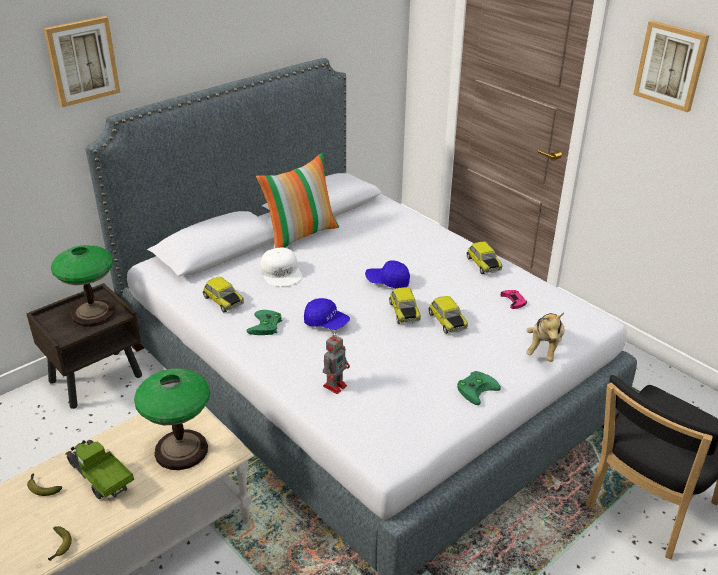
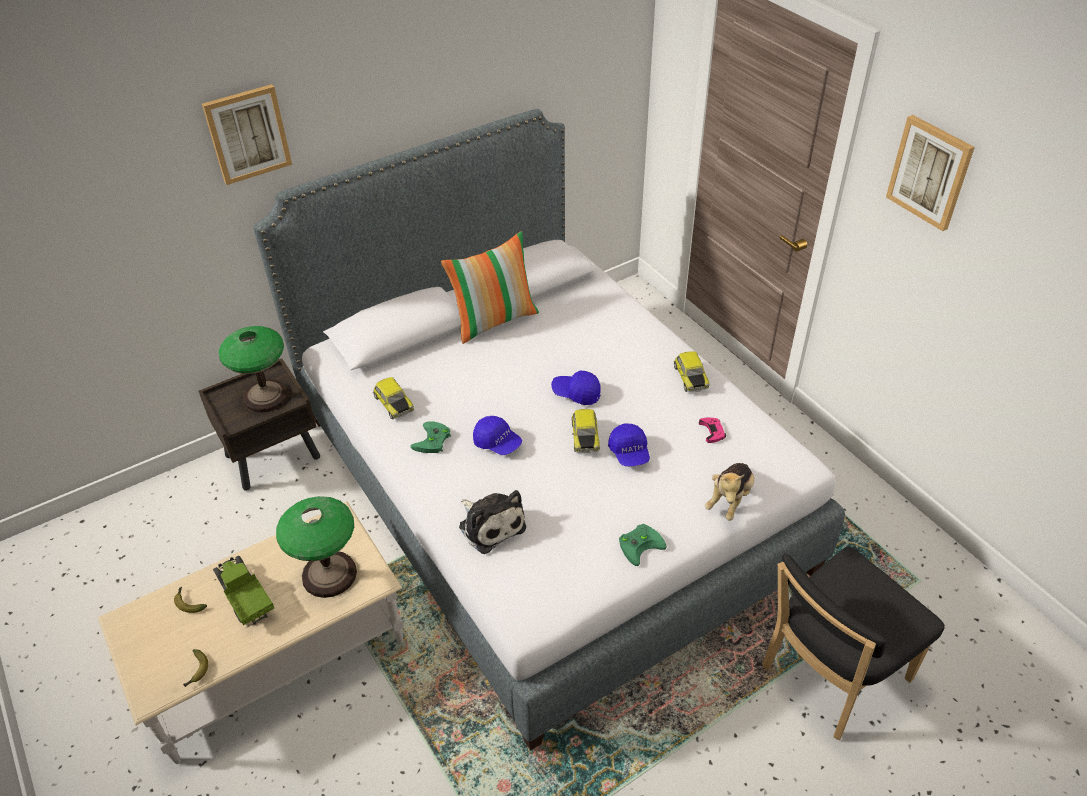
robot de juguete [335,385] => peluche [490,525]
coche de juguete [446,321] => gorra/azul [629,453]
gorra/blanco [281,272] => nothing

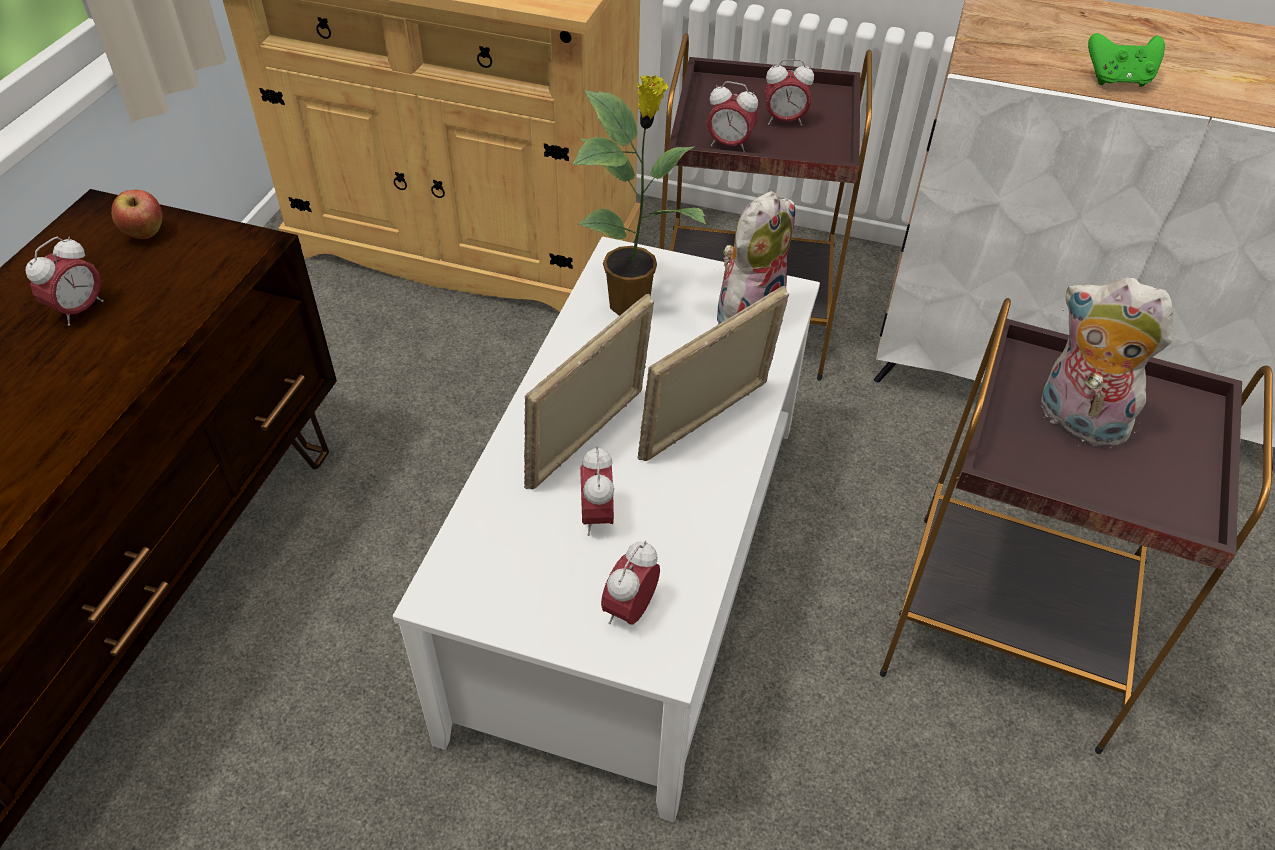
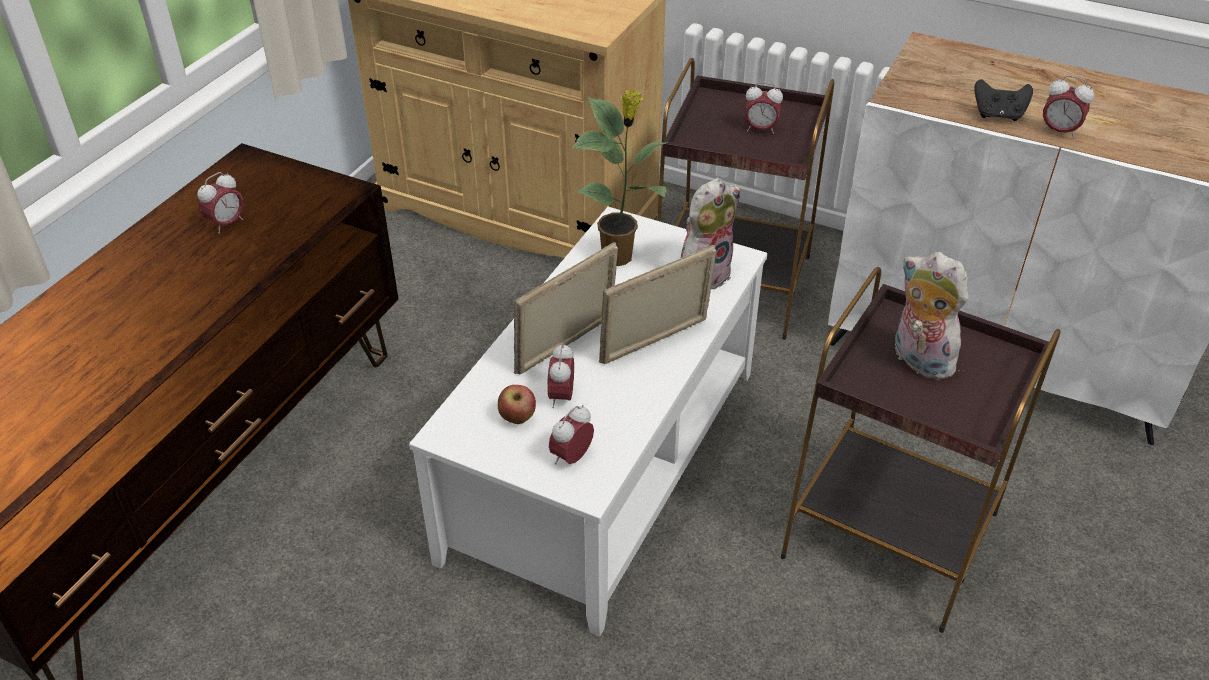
manzana [145,234] => manzana [517,419], shifted
mando de consola/verde [1118,80] => mando de consola/negro [998,115]
despertador [729,145] => despertador [1059,131], shifted

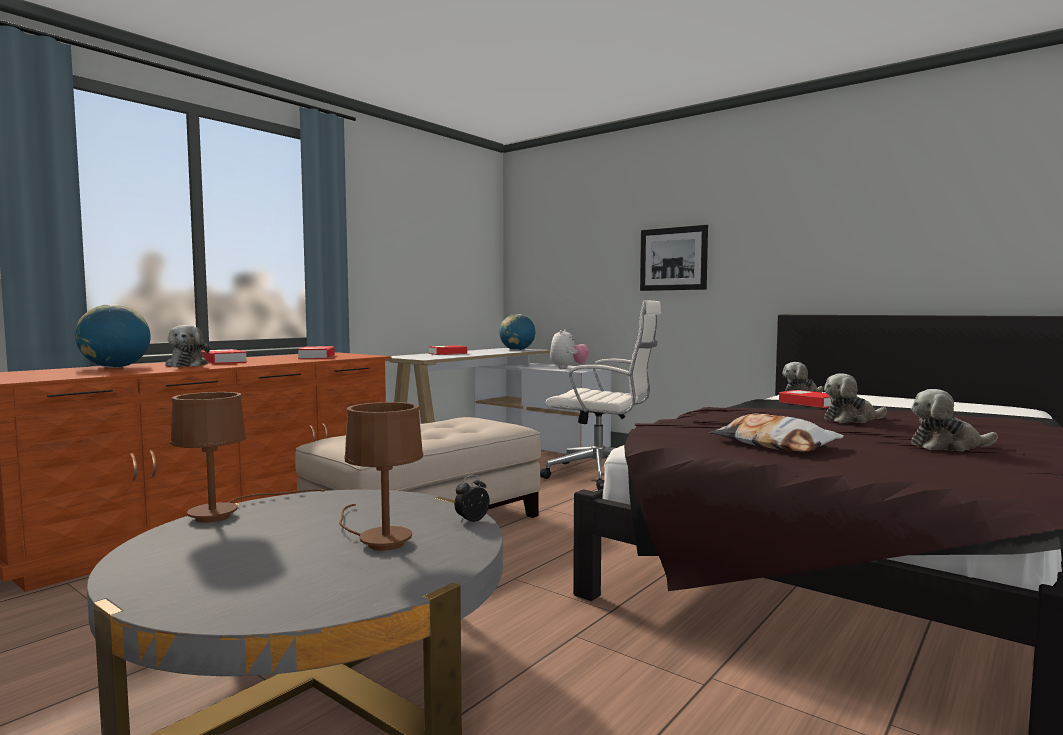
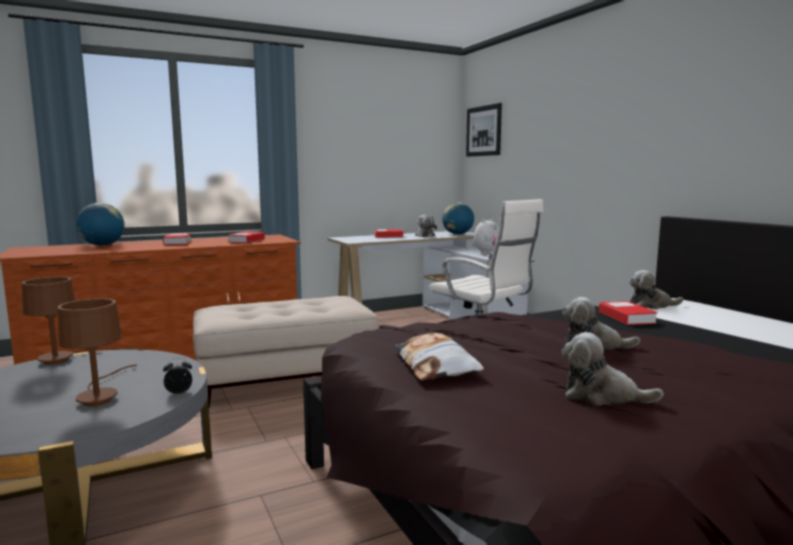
peluche [187,365] => peluche [425,235], shifted
cuadro [673,259] => cuadro [483,131], shifted

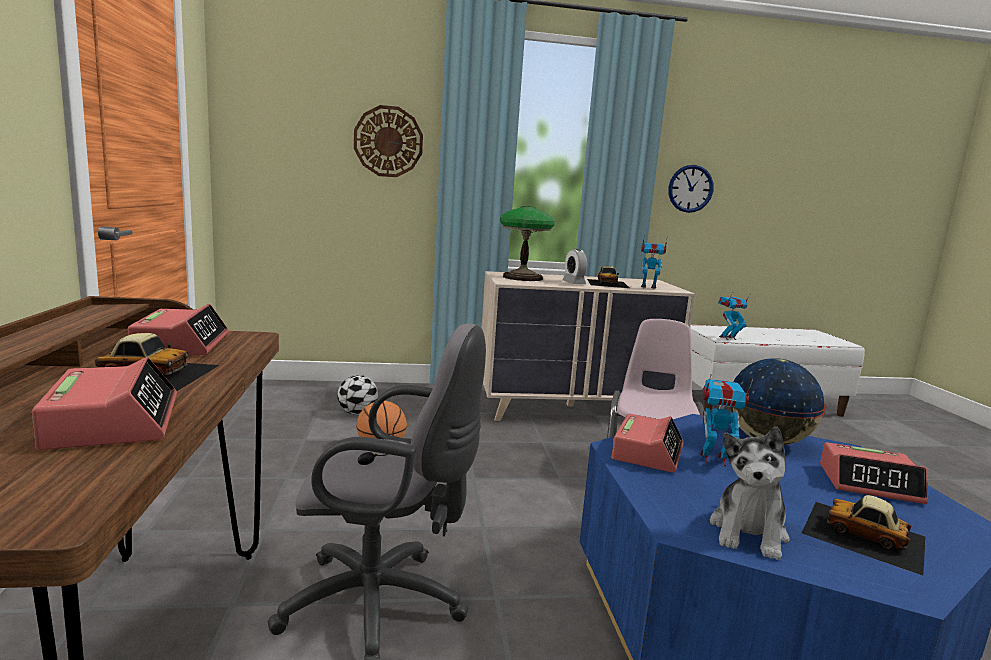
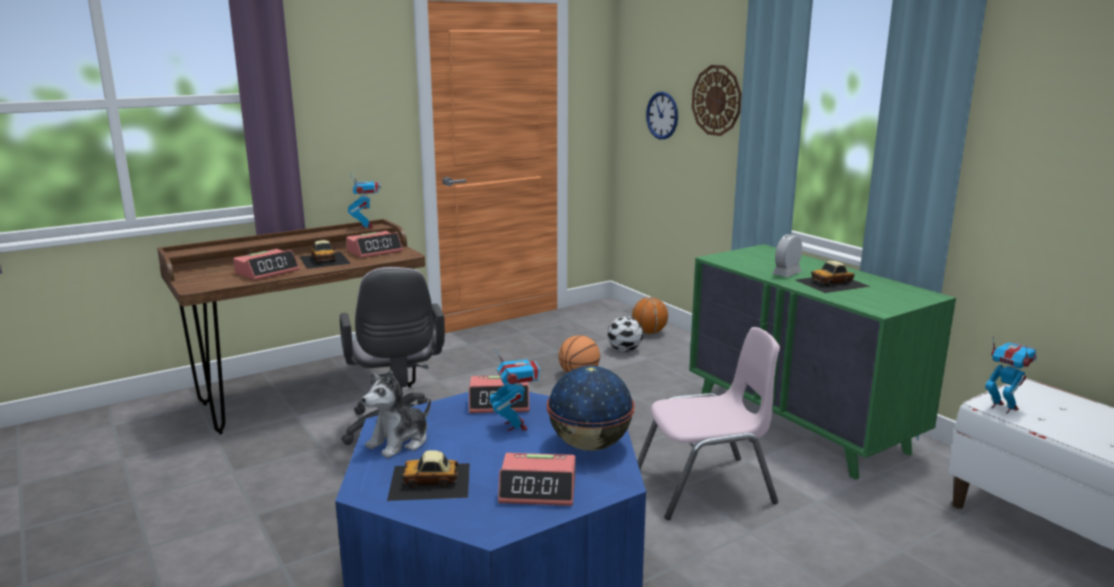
robot de juguete [648,288] => robot de juguete [366,227], shifted
peluche [748,532] => peluche [399,442], 45 degrees counterclockwise
coche de juguete [864,535] => coche de juguete [430,481], 105 degrees counterclockwise
despertador [870,484] => despertador [538,489], 75 degrees counterclockwise
nothing => balón de baloncesto [649,332]
reloj de pared [690,188] => reloj de pared [662,115], shifted
cómoda/beis [572,409] => cómoda/verde [800,424]
lámpara de mesa [522,277] => nothing

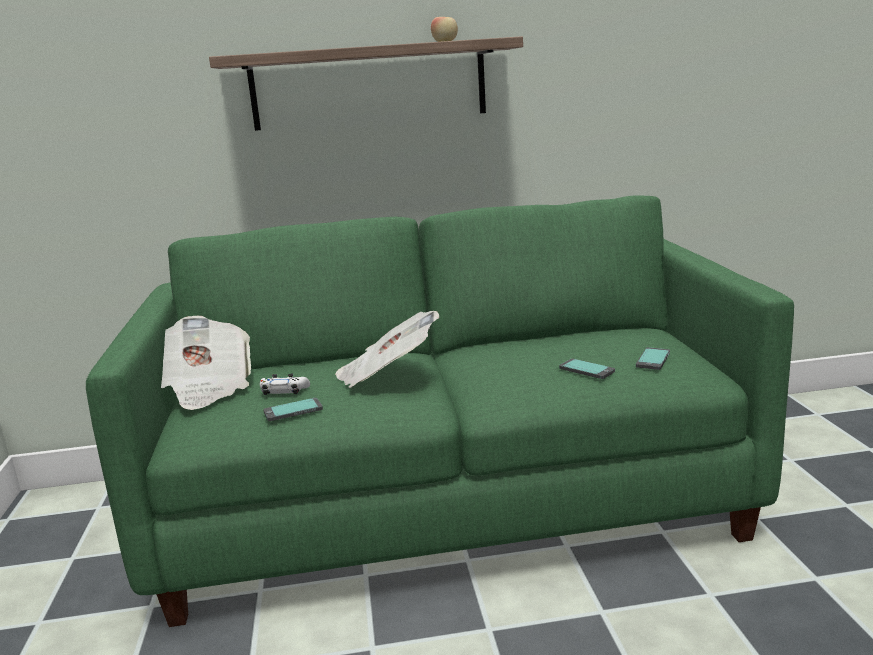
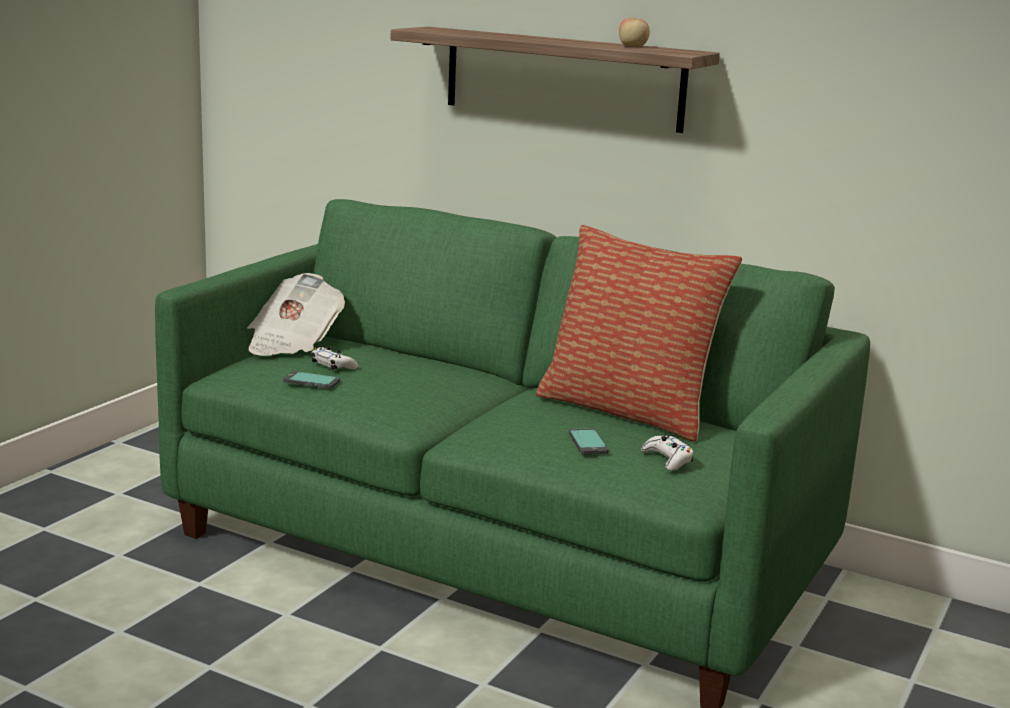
nothing => cojín [628,410]
móvil [653,359] => mando de consola/blanco [667,459]
periódico [387,376] => nothing

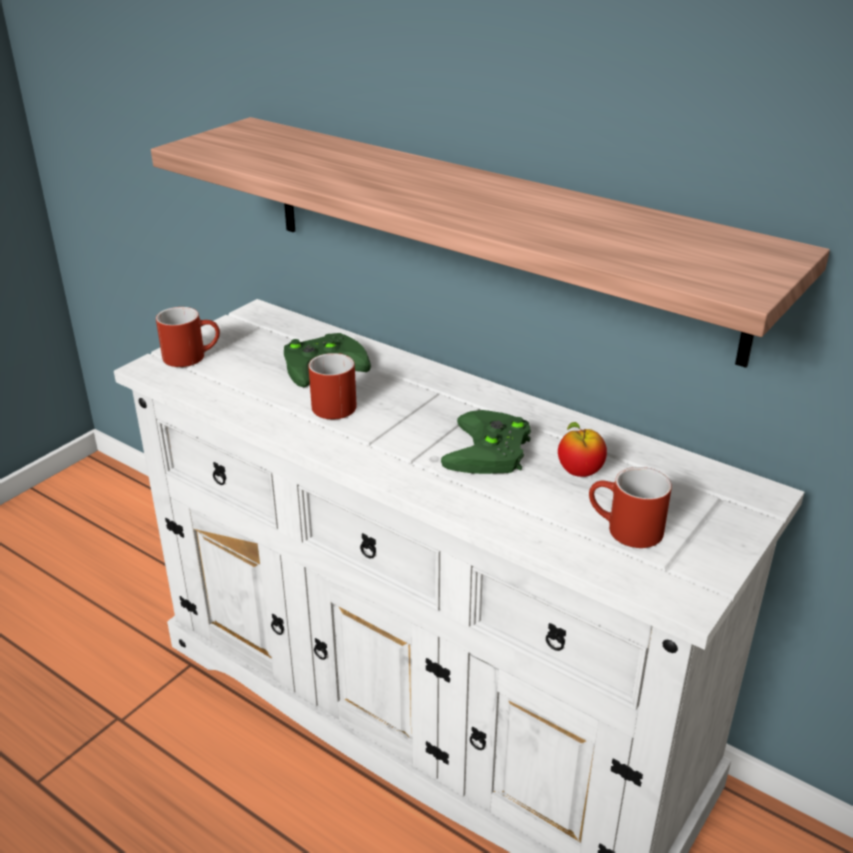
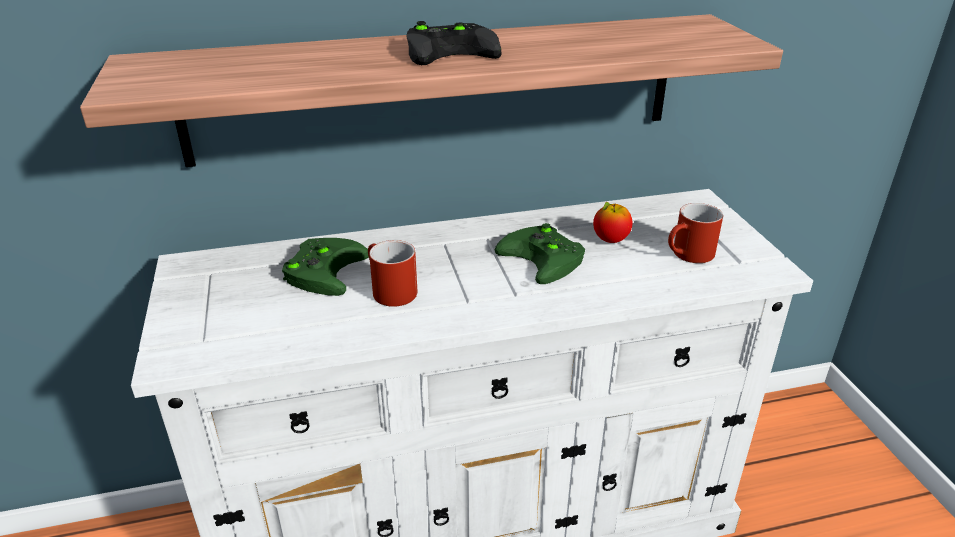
nothing => mando de consola/negro [452,50]
taza grande/rojo [192,356] => nothing

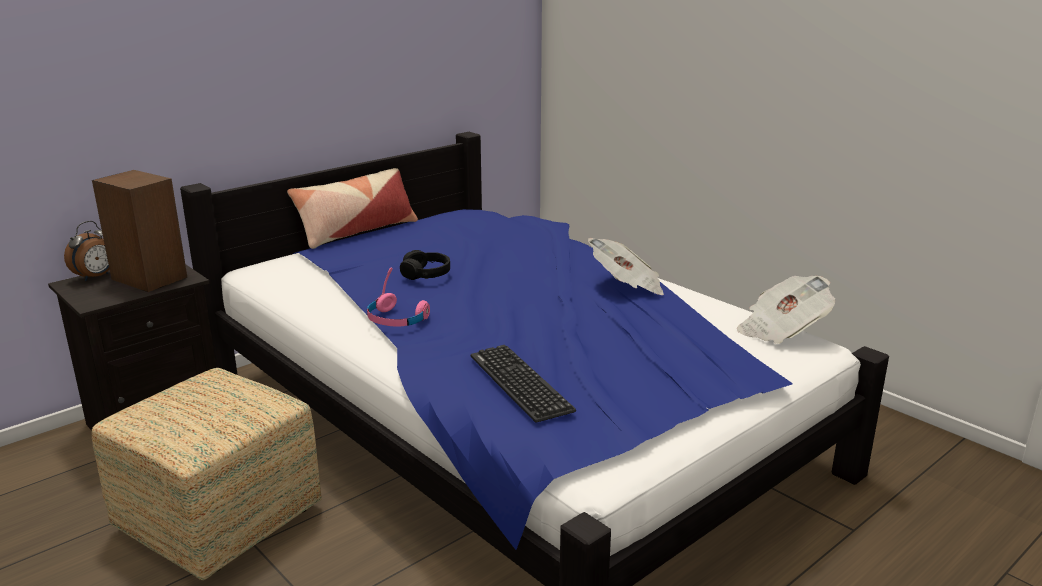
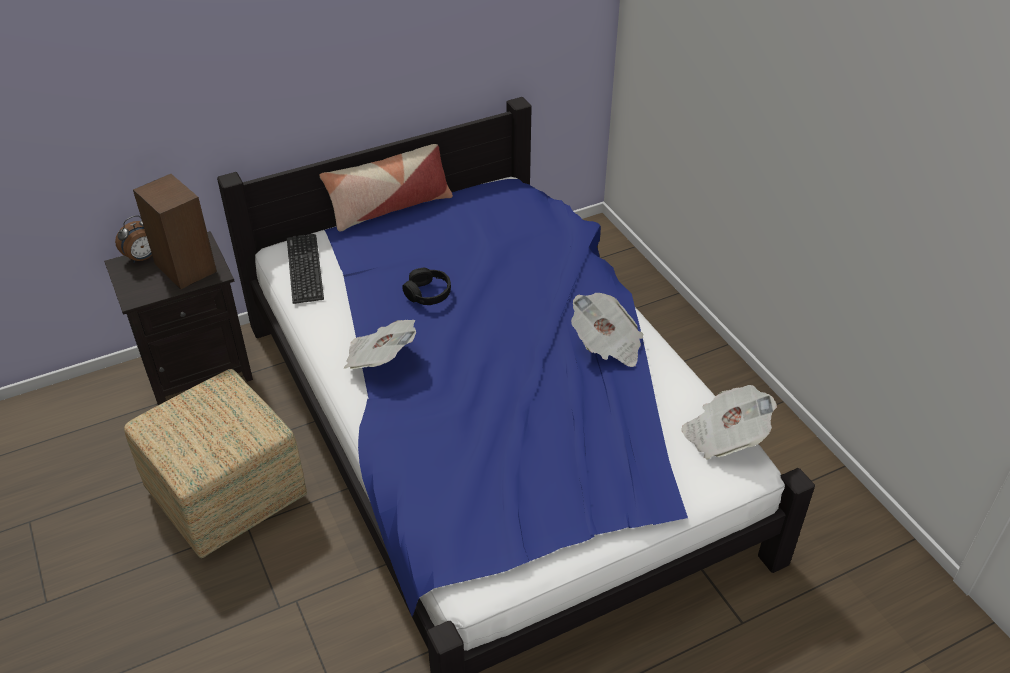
teclado [520,383] => teclado [305,269], shifted
auriculares/rosa [397,320] => periódico [380,359]

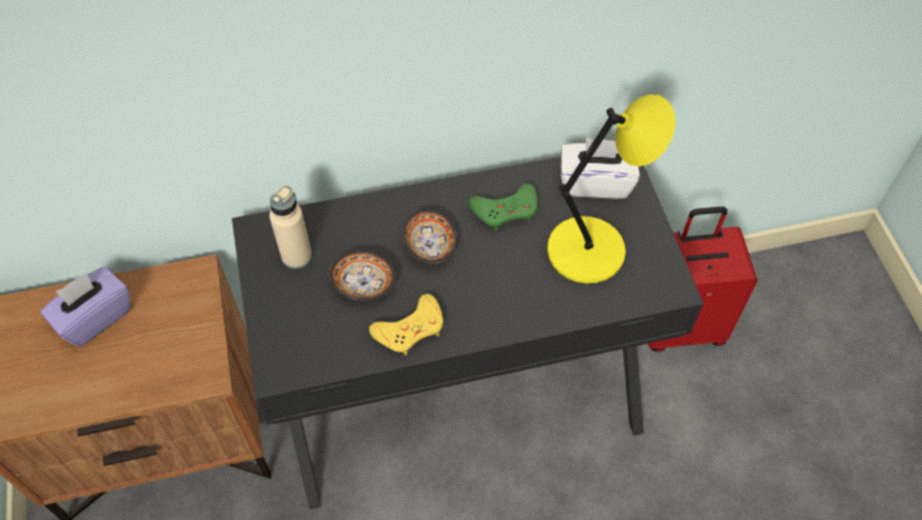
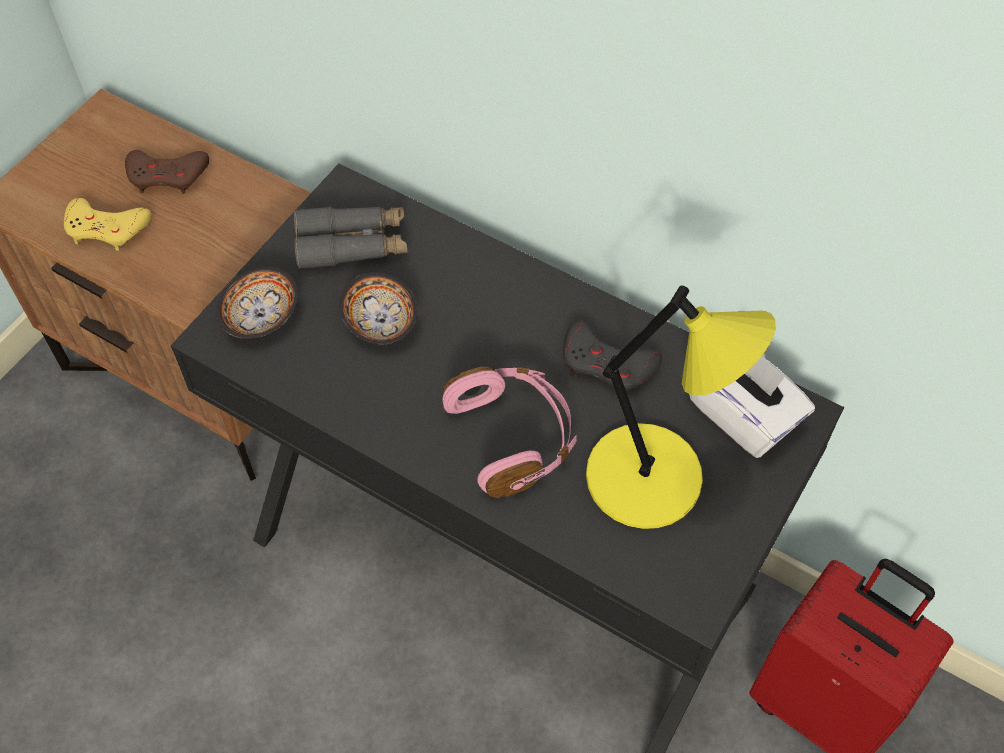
mando de consola/amarillo [410,329] => mando de consola/amarillo [107,228], shifted
caja de pañuelos/morado [95,317] => mando de consola/marrón [167,175]
cuenco [430,246] => cuenco [261,316], shifted
botella/beis [296,256] => prismáticos/gris [352,244]
nothing => auriculares/rosa [513,437]
mando de consola/verde [506,210] => mando de consola/gris [607,364]

